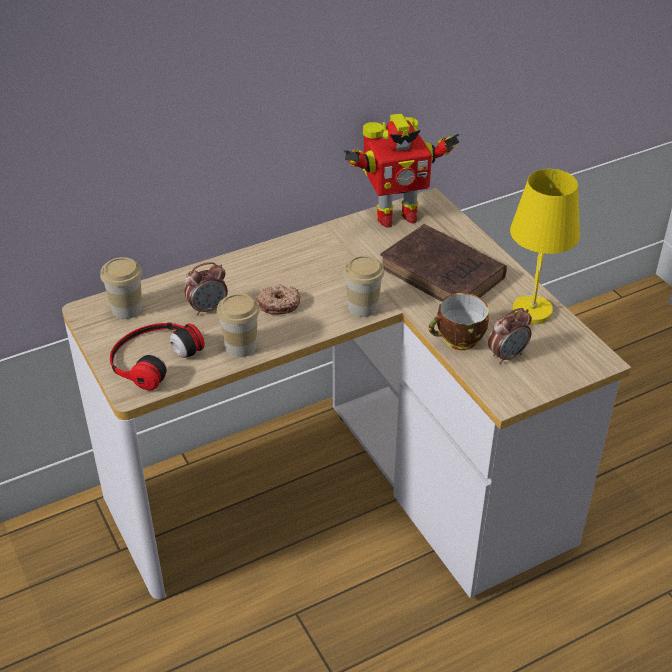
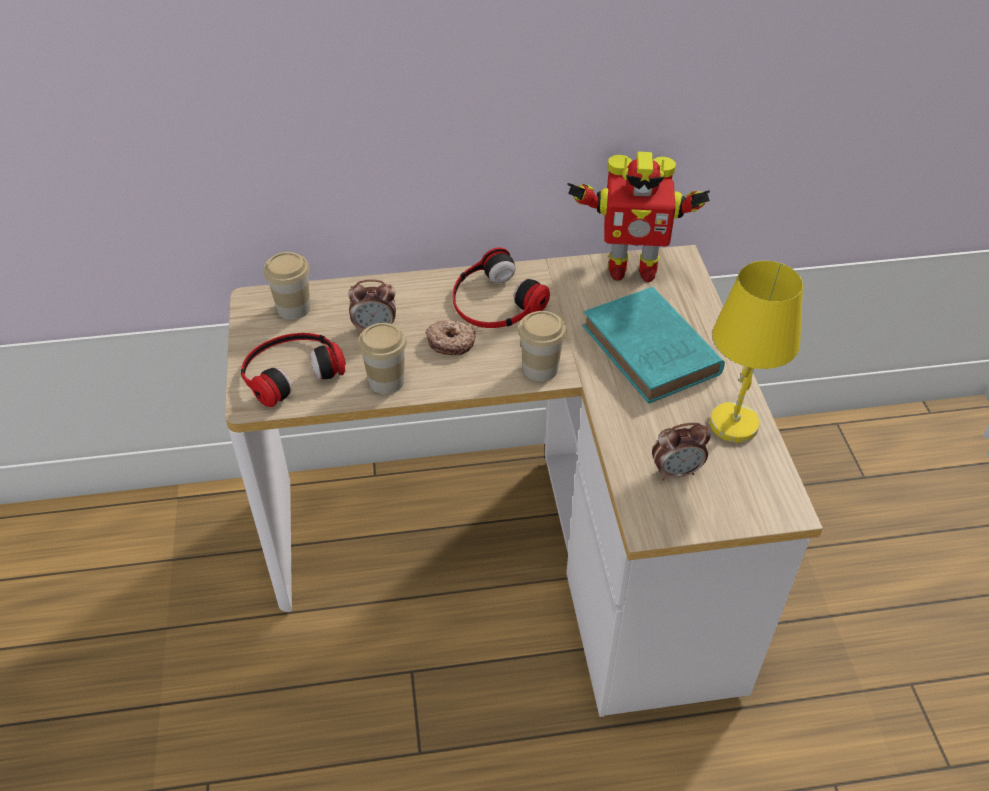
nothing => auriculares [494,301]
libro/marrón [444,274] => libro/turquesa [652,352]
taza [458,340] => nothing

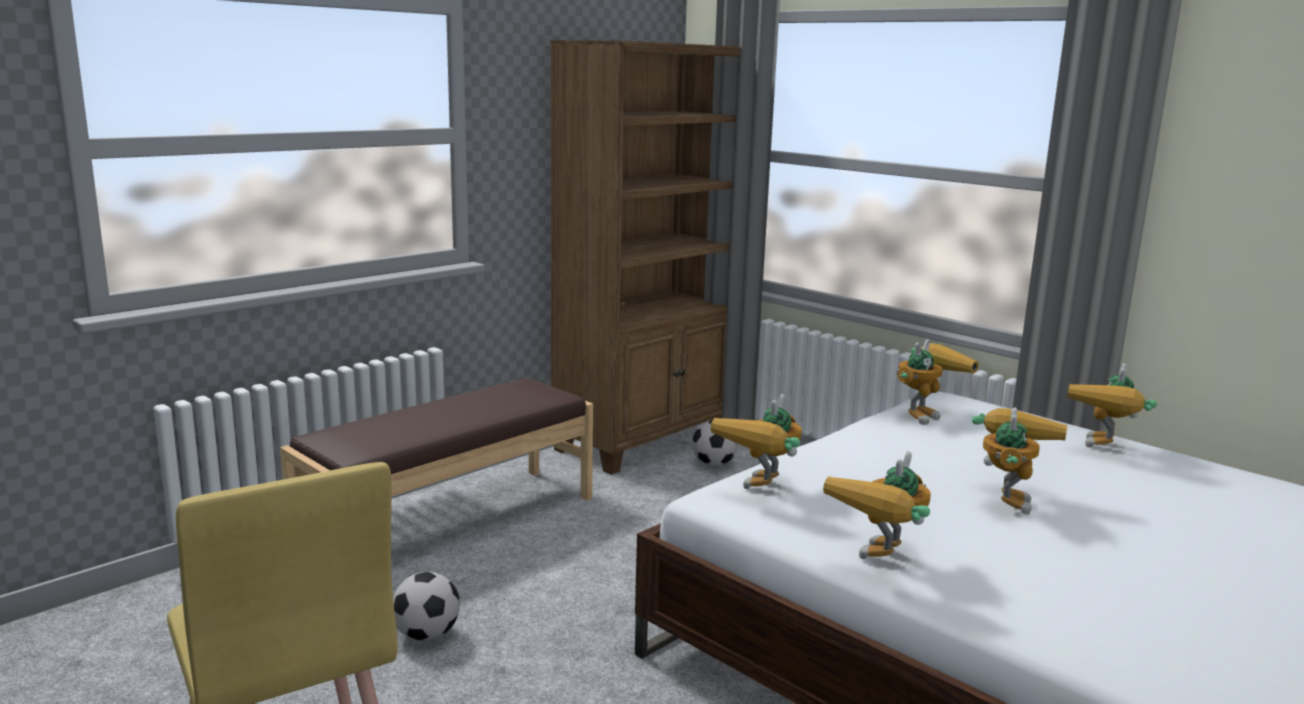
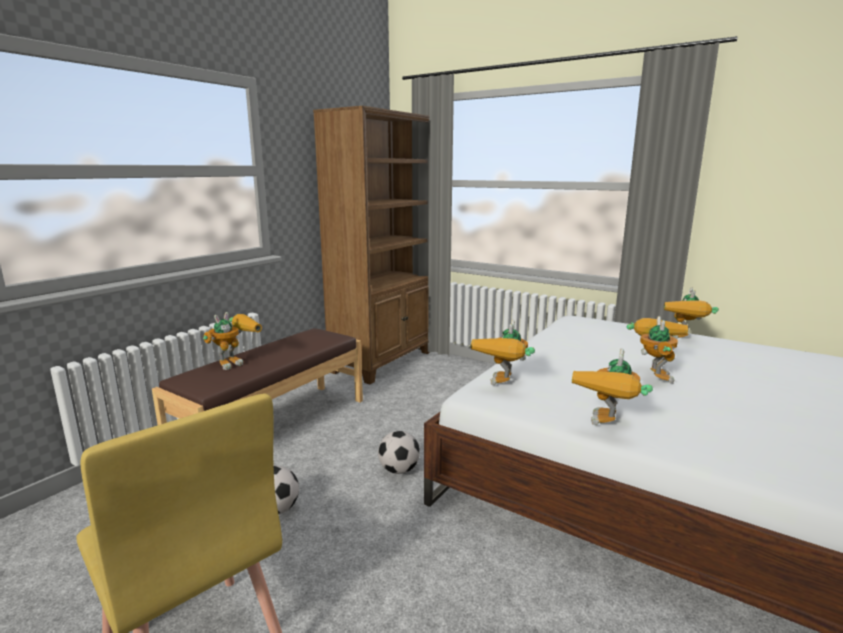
robot de juguete [925,414] => robot de juguete [236,362], shifted
balón de fútbol [713,464] => balón de fútbol [399,470], shifted

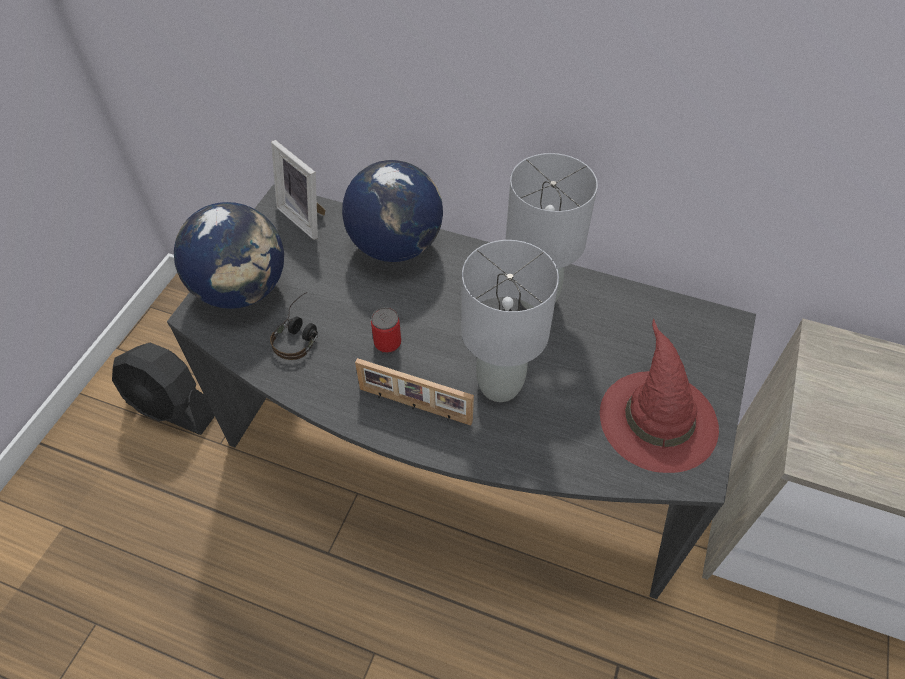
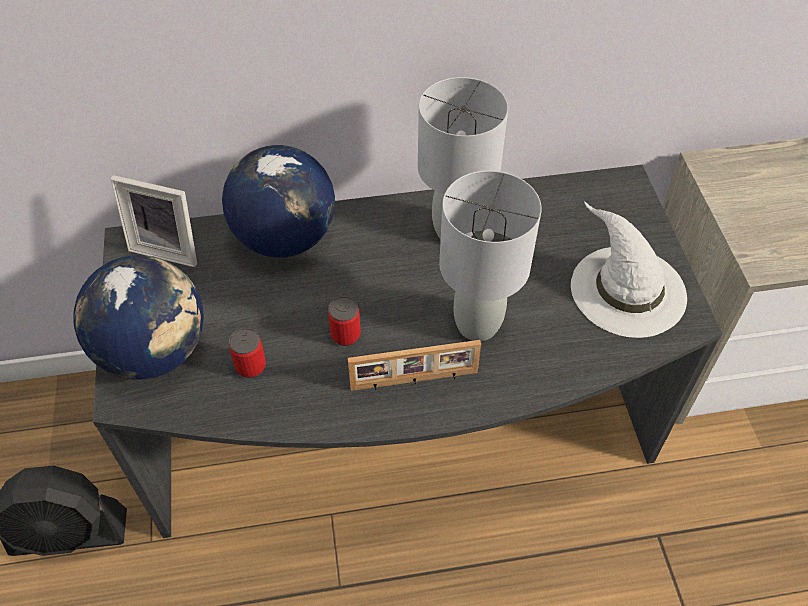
auriculares [300,333] => lata [251,366]
sombrero/rojo [657,418] => sombrero/blanco [626,289]

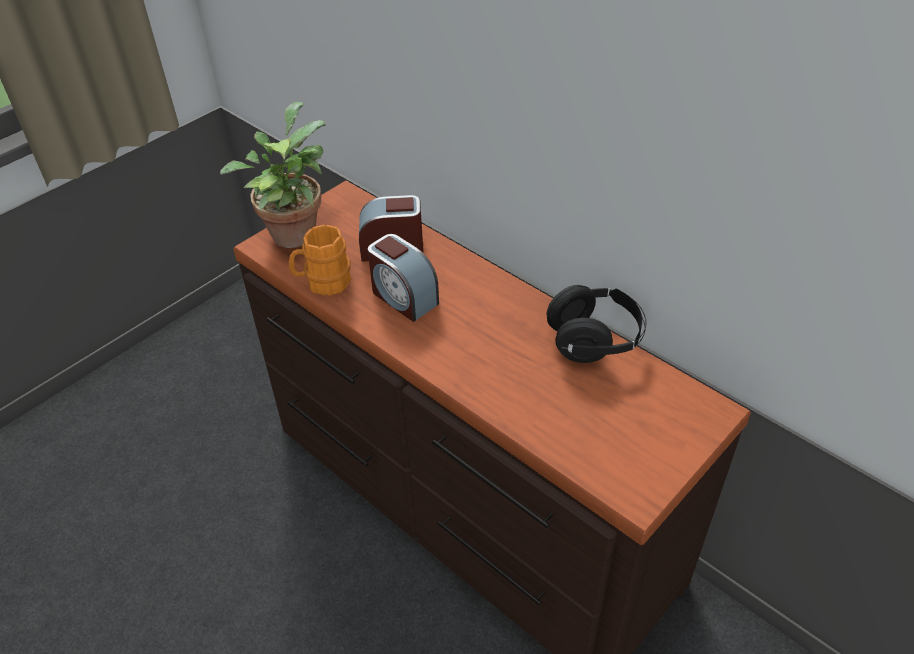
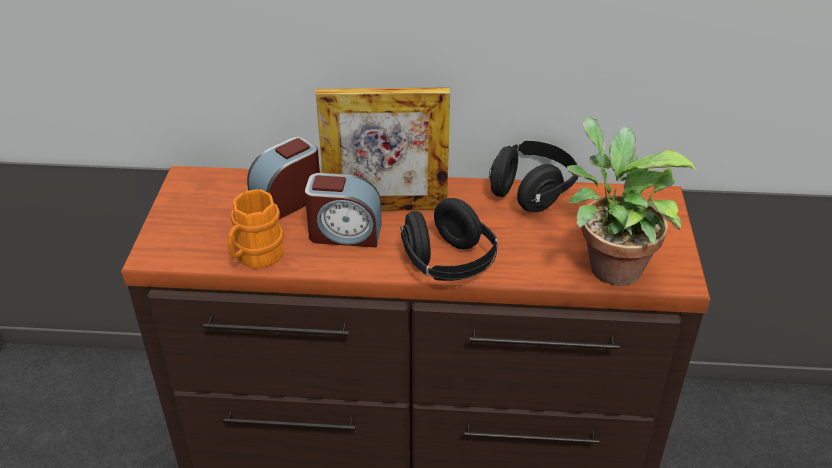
nothing => portarretratos [386,207]
nothing => auriculares/negro [448,264]
planta en maceta [293,230] => planta en maceta [608,265], shifted

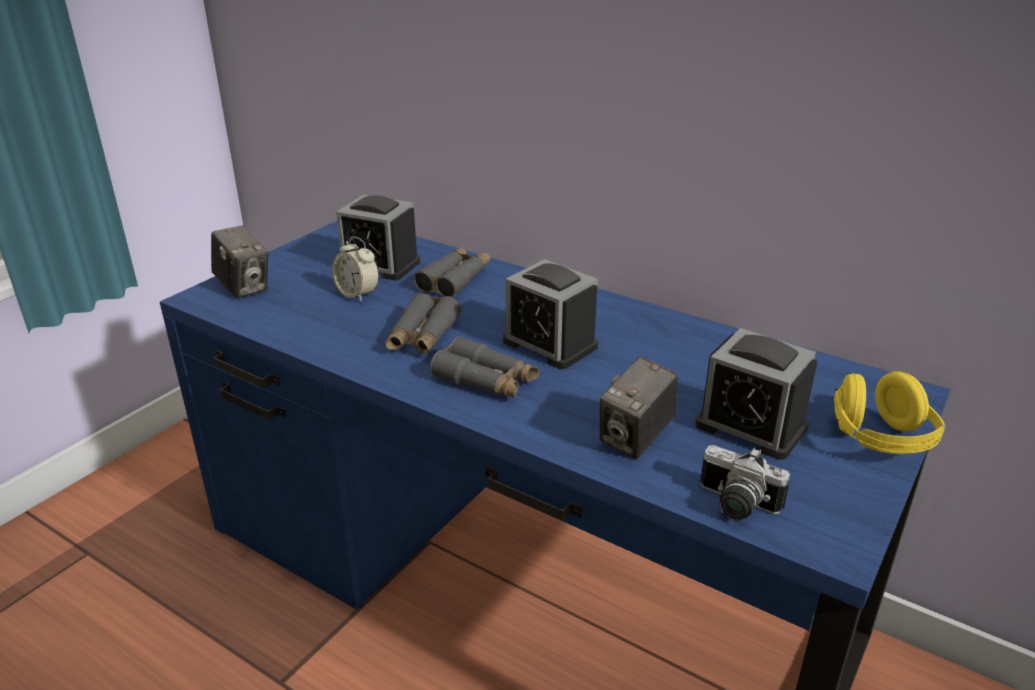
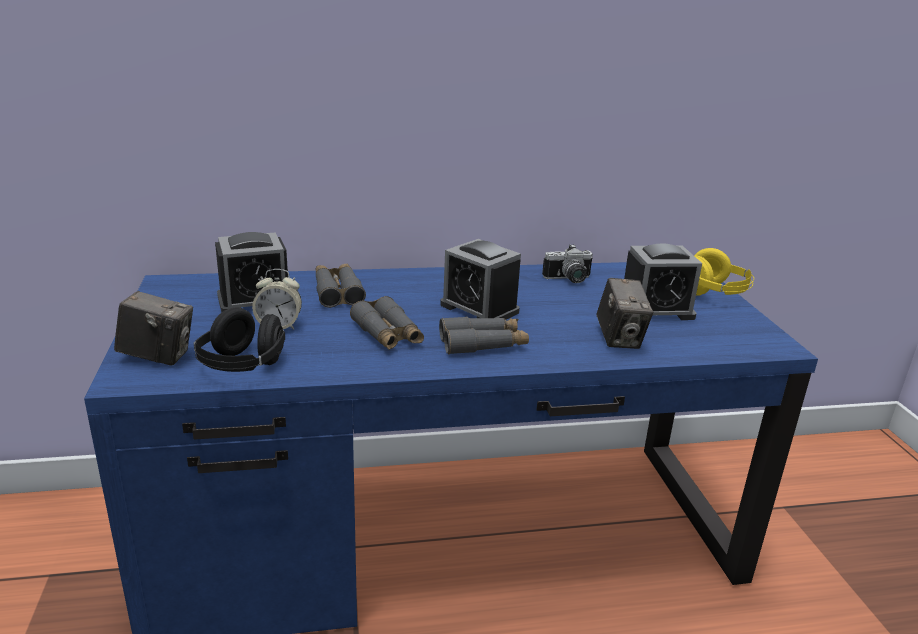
nothing => auriculares/negro [242,366]
despertador [550,344] => despertador [479,308], 45 degrees clockwise
cámara [734,505] => cámara [569,280], shifted

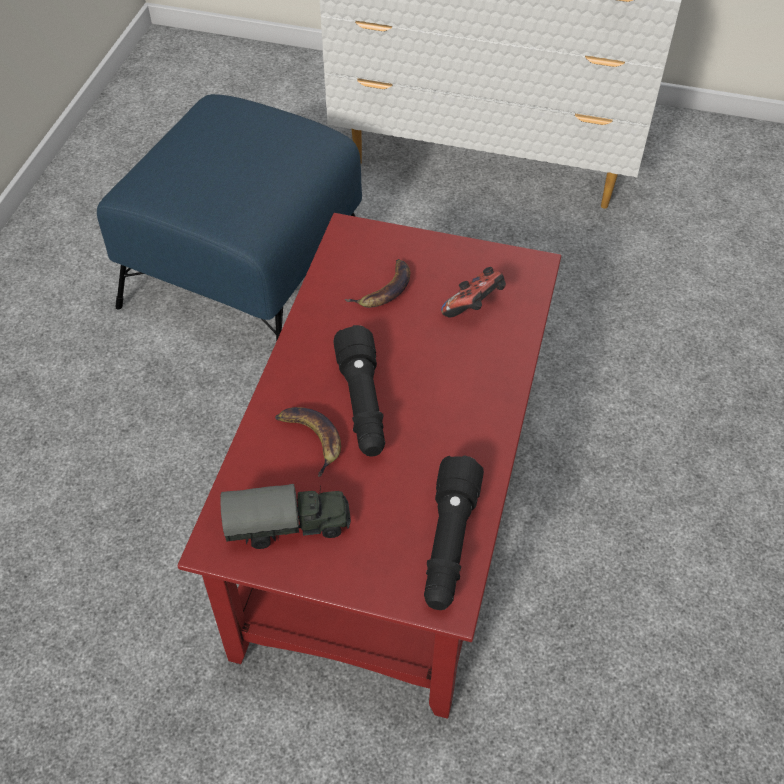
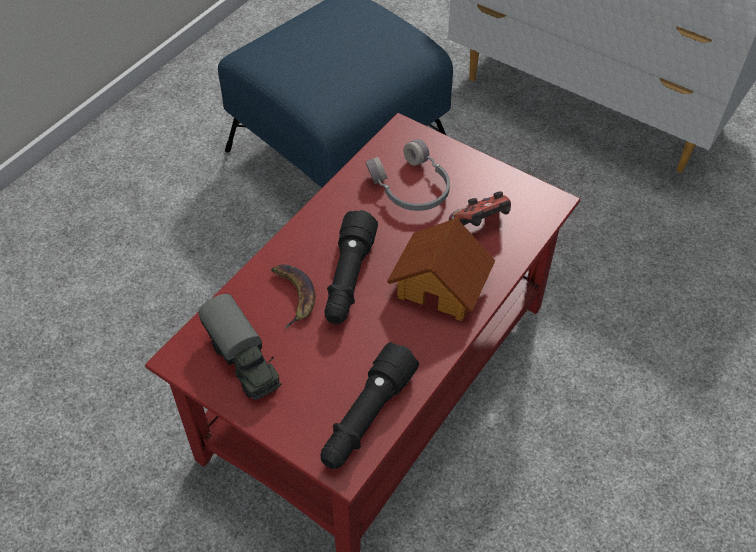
camión de juguete [289,526] => camión de juguete [244,361], 45 degrees clockwise
plátano [384,289] => auriculares/gris [410,188]
nothing => casita [441,284]

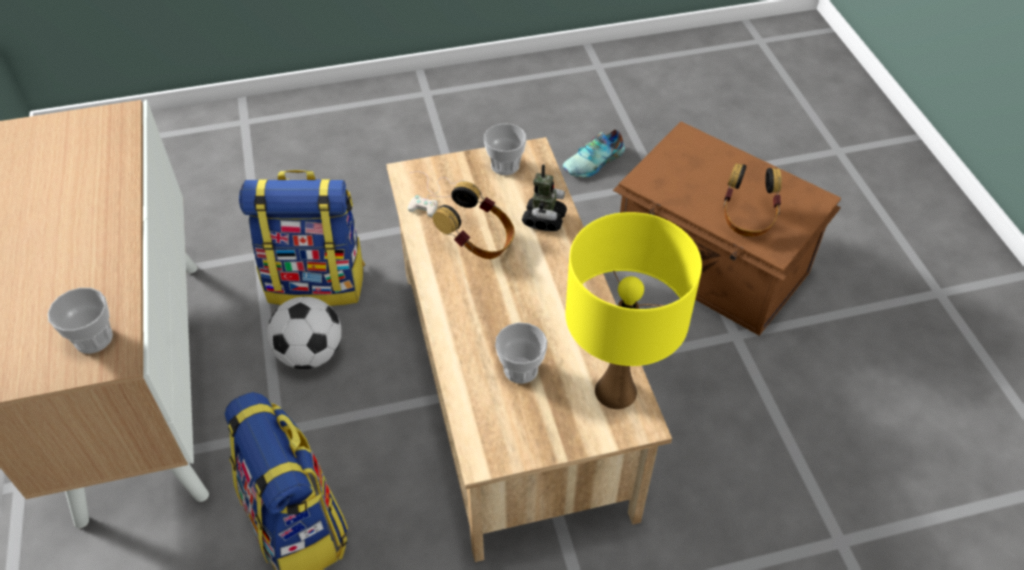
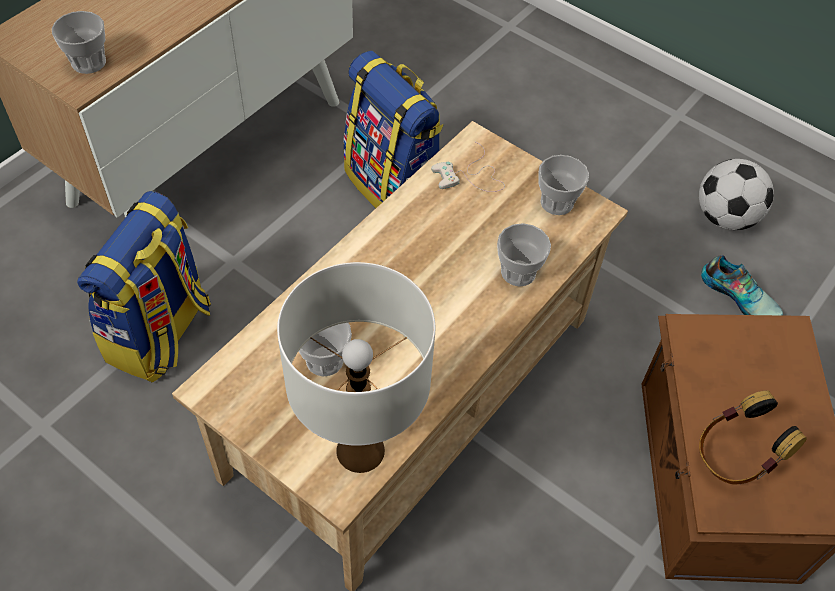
lámpara de mesa/amarillo [616,391] => lámpara de mesa/blanco [361,450]
robot de juguete [544,220] => taza [518,272]
balón de fútbol [310,354] => balón de fútbol [725,217], shifted
zapato [595,162] => zapato [740,295], 150 degrees counterclockwise
auriculares [478,242] => nothing

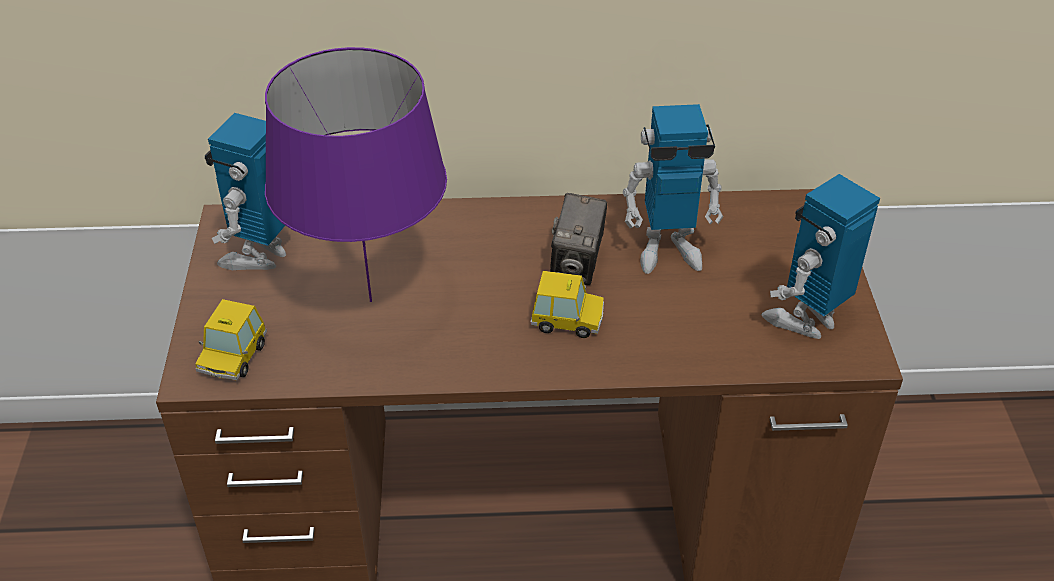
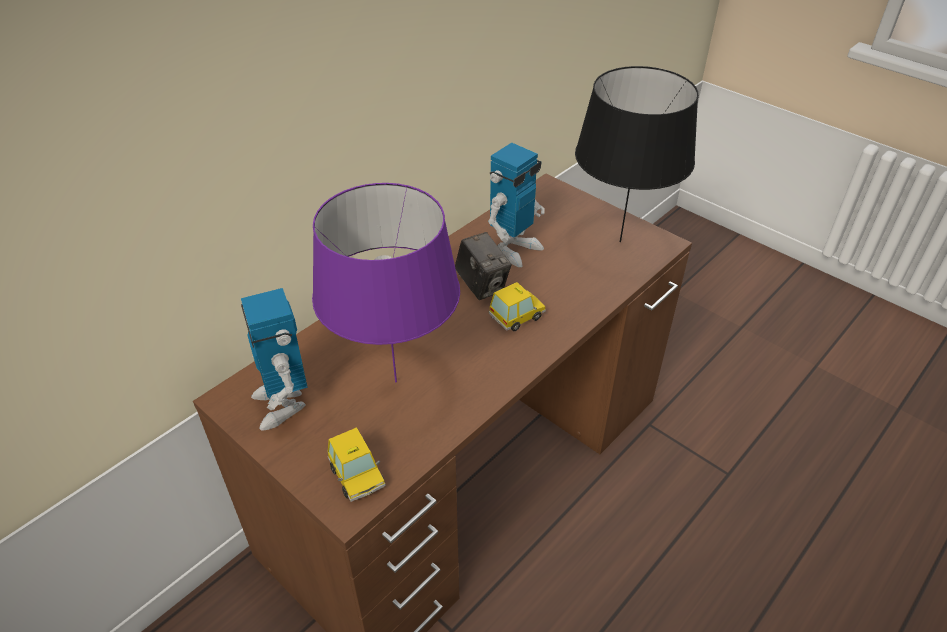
robot de juguete [806,319] => lámpara de mesa/negro [620,241]

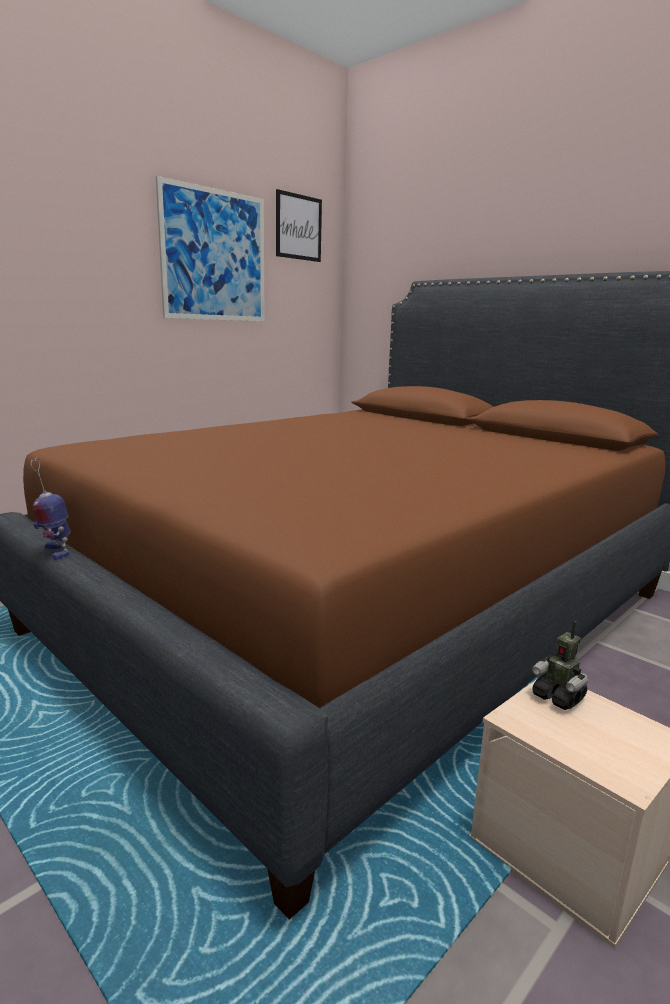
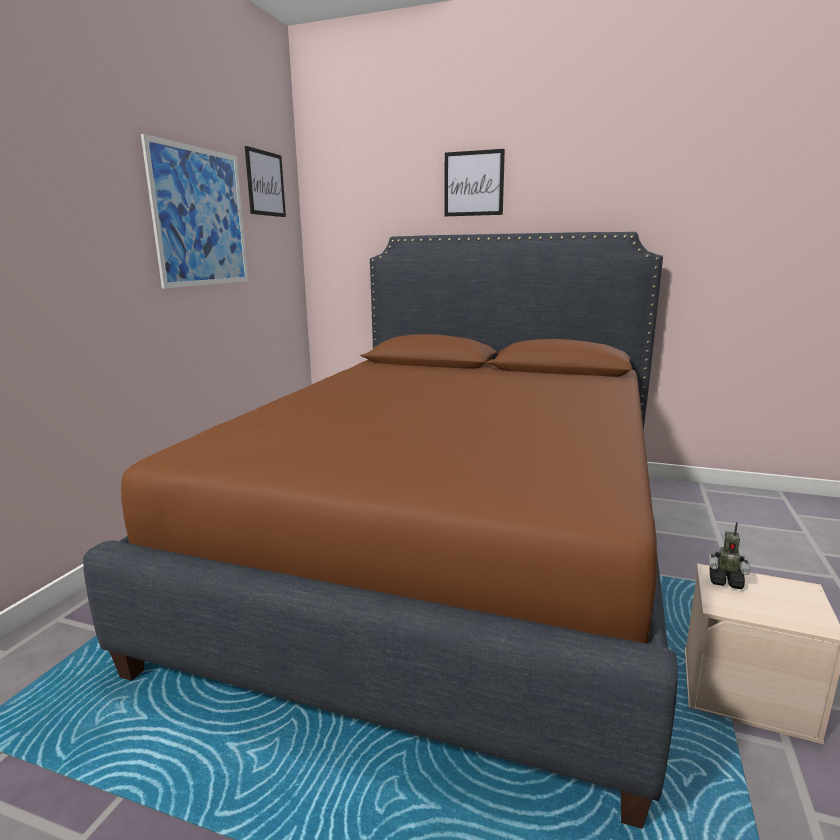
nothing => cuadro [473,183]
robot de juguete [55,552] => nothing

